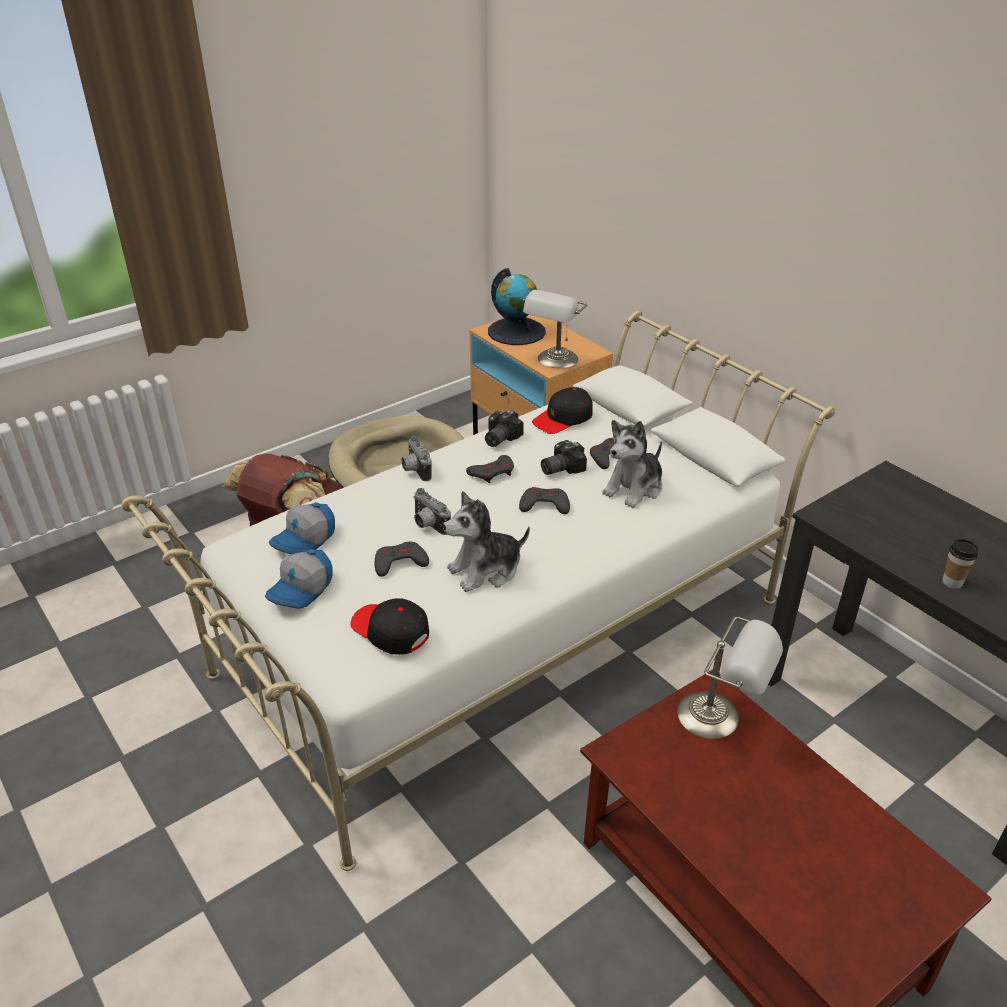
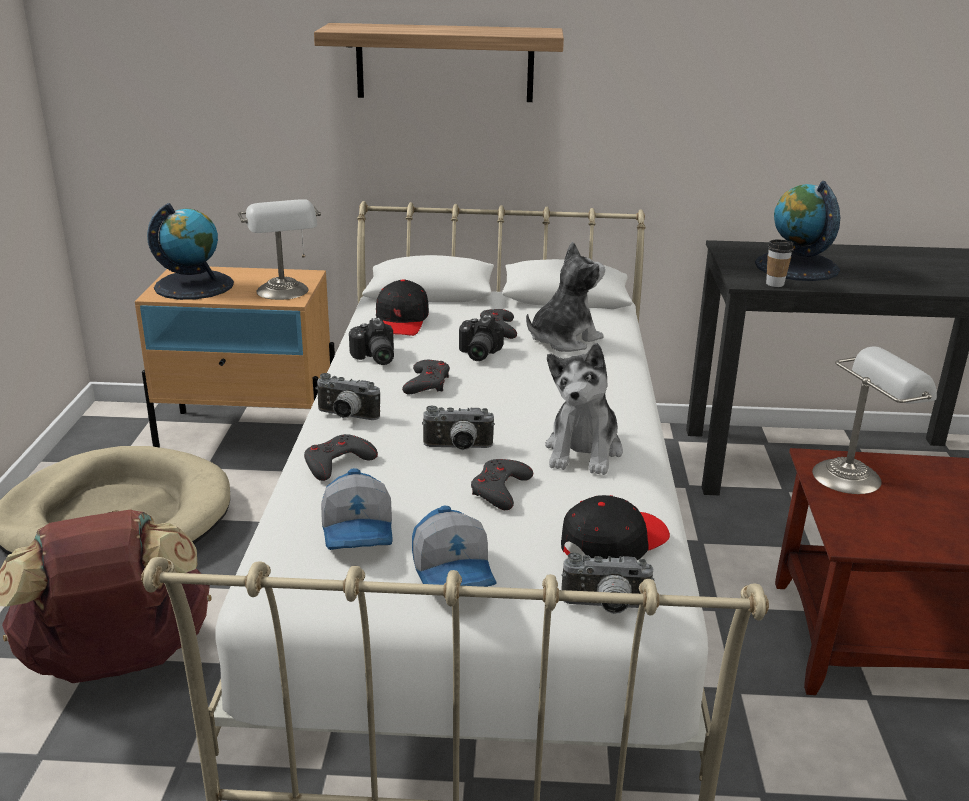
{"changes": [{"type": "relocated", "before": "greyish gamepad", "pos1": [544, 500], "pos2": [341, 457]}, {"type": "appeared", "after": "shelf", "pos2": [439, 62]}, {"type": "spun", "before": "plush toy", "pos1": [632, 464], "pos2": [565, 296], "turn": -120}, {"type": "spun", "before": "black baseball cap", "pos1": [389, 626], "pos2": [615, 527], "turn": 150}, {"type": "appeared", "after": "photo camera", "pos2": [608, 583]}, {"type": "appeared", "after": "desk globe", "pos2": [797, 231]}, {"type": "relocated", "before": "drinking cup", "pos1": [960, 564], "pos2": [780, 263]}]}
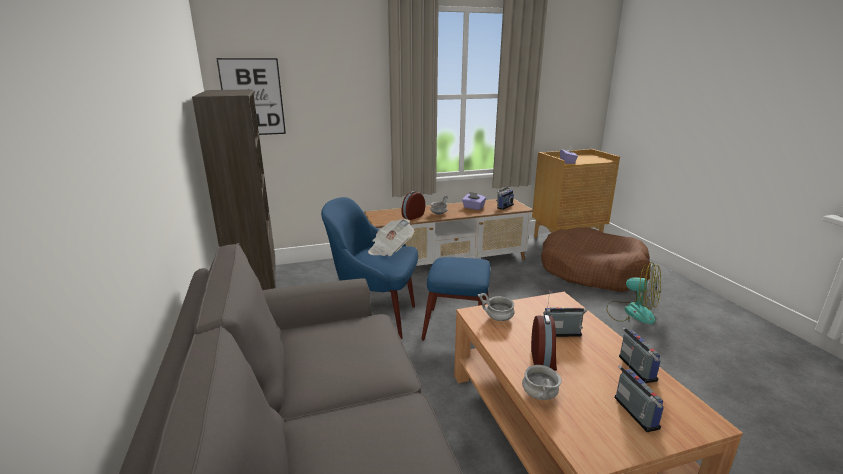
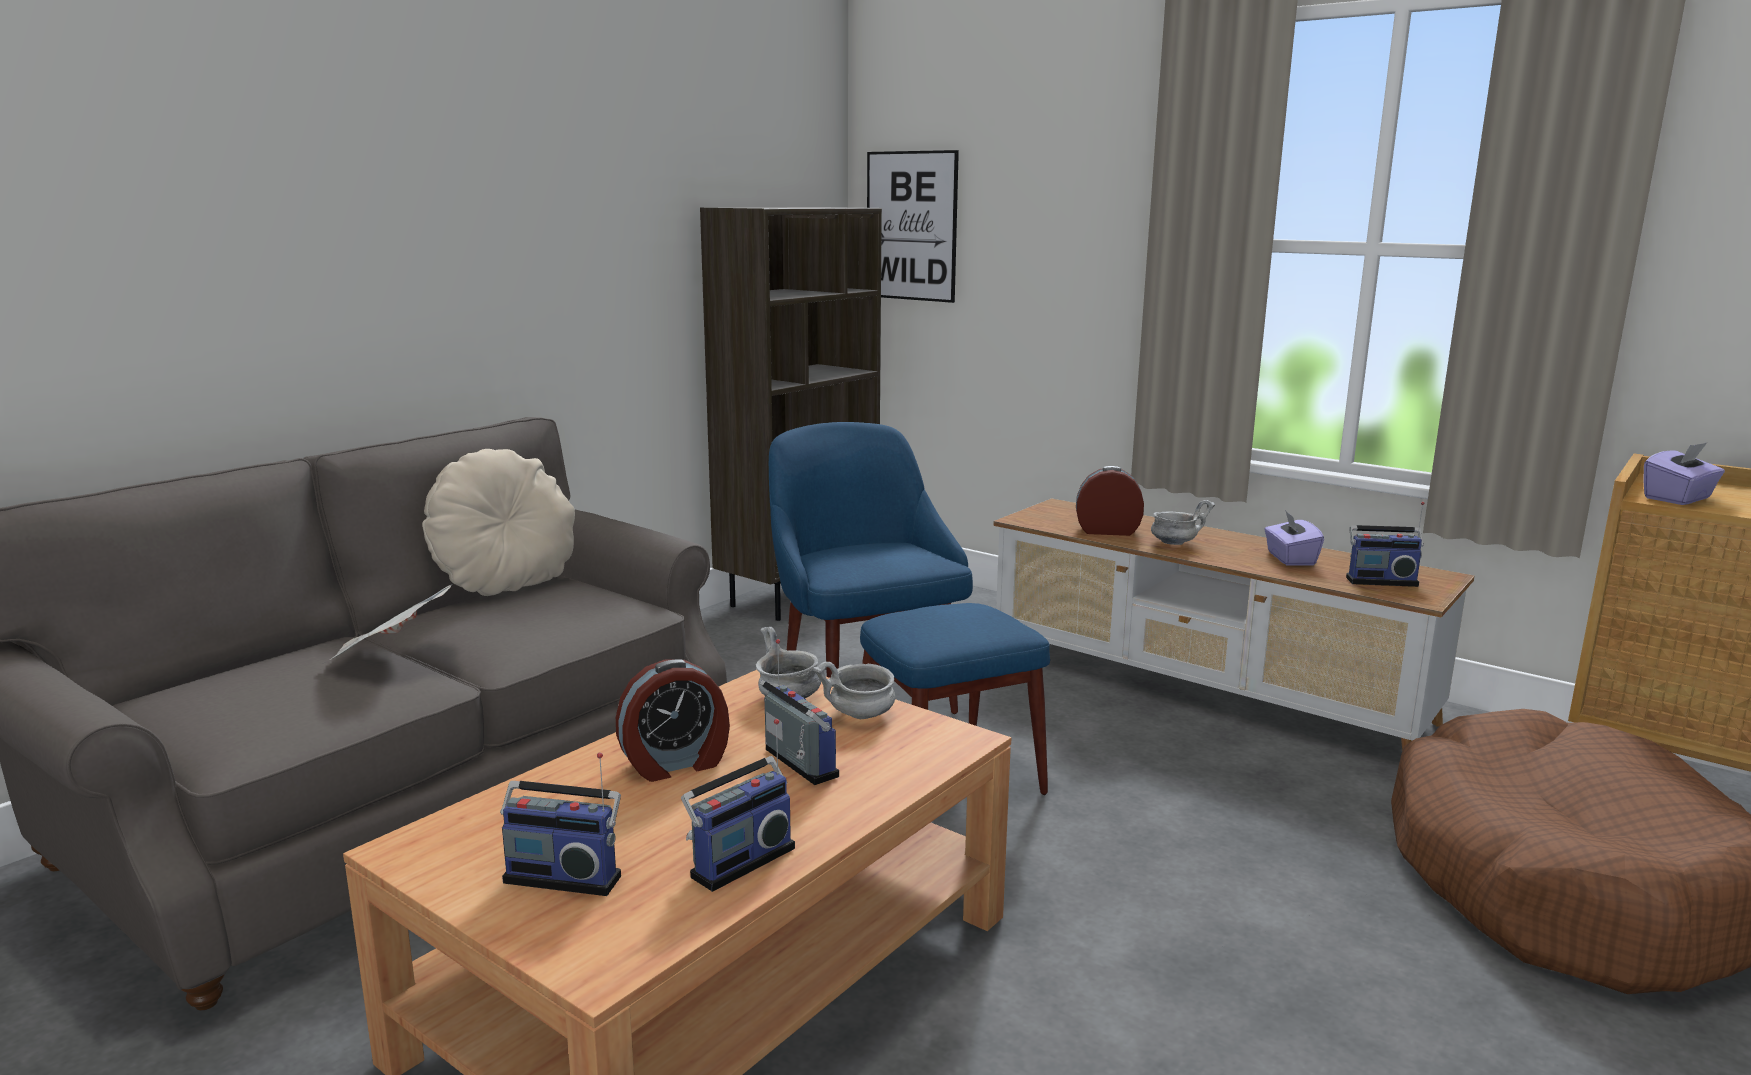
{"changes": [{"type": "relocated", "before": "printed paper", "pos1": [391, 237], "pos2": [387, 624]}, {"type": "appeared", "after": "beige cushion", "pos2": [498, 522]}, {"type": "spun", "before": "radio", "pos1": [639, 389], "pos2": [560, 824], "turn": 60}, {"type": "relocated", "before": "greyish deep dish", "pos1": [542, 382], "pos2": [853, 690]}, {"type": "missing", "before": "electric fan", "pos1": [633, 293]}]}
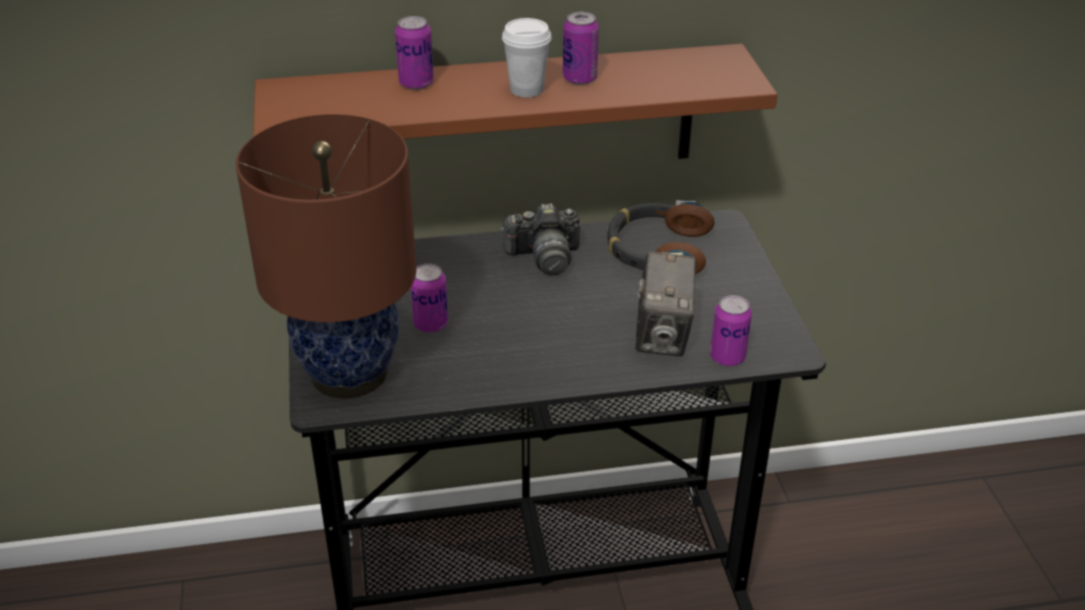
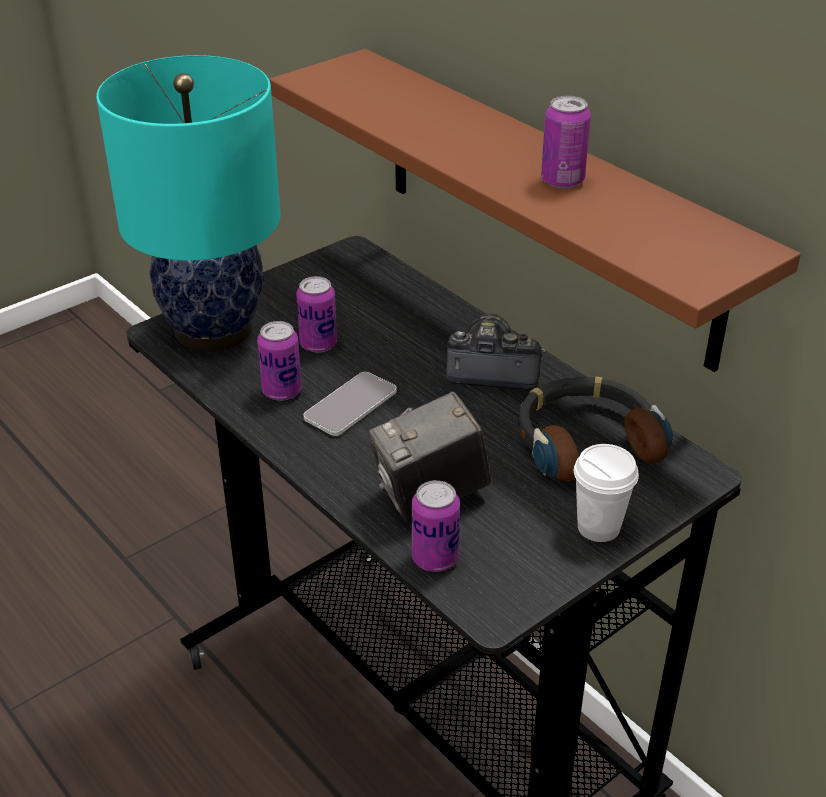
{"changes": [{"type": "colour", "before": "brown tabletop lamp", "after": "turquoise-coloured tabletop lamp", "pos1": [326, 256], "pos2": [188, 203]}, {"type": "relocated", "before": "can", "pos1": [414, 53], "pos2": [279, 361]}, {"type": "appeared", "after": "handset", "pos2": [350, 404]}, {"type": "spun", "before": "photo camera", "pos1": [540, 239], "pos2": [495, 351], "turn": 135}, {"type": "relocated", "before": "white drinking cup", "pos1": [527, 58], "pos2": [606, 493]}]}
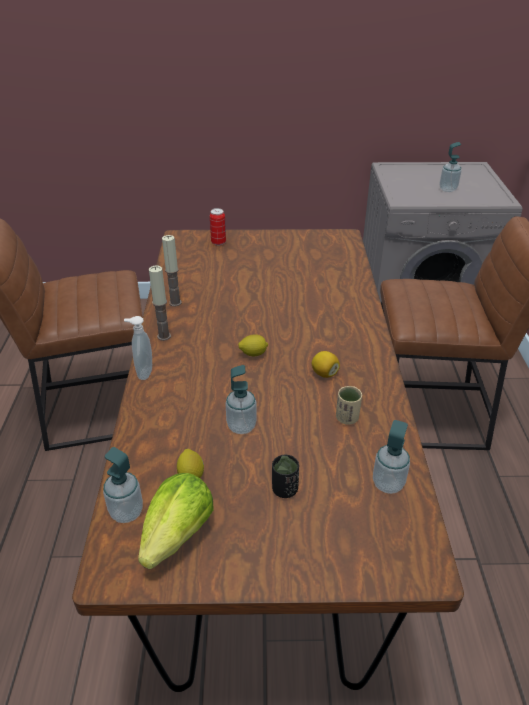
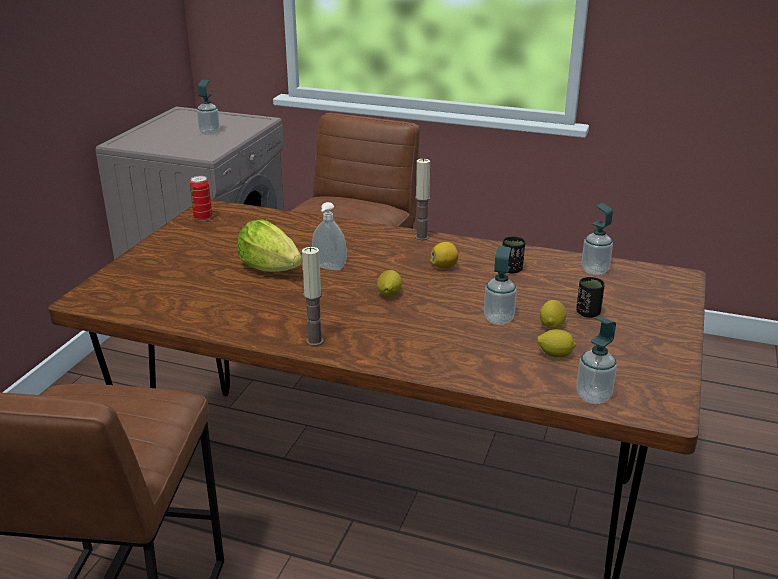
{"changes": [{"type": "relocated", "before": "can", "pos1": [218, 227], "pos2": [201, 198]}, {"type": "relocated", "before": "lettuce head", "pos1": [176, 521], "pos2": [269, 245]}, {"type": "relocated", "before": "soap bottle", "pos1": [138, 348], "pos2": [329, 236]}, {"type": "relocated", "before": "wax light", "pos1": [172, 270], "pos2": [422, 199]}, {"type": "colour", "before": "beige drinking cup", "after": "black drinking cup", "pos1": [349, 405], "pos2": [513, 255]}, {"type": "appeared", "after": "citrus fruit", "pos2": [553, 314]}]}
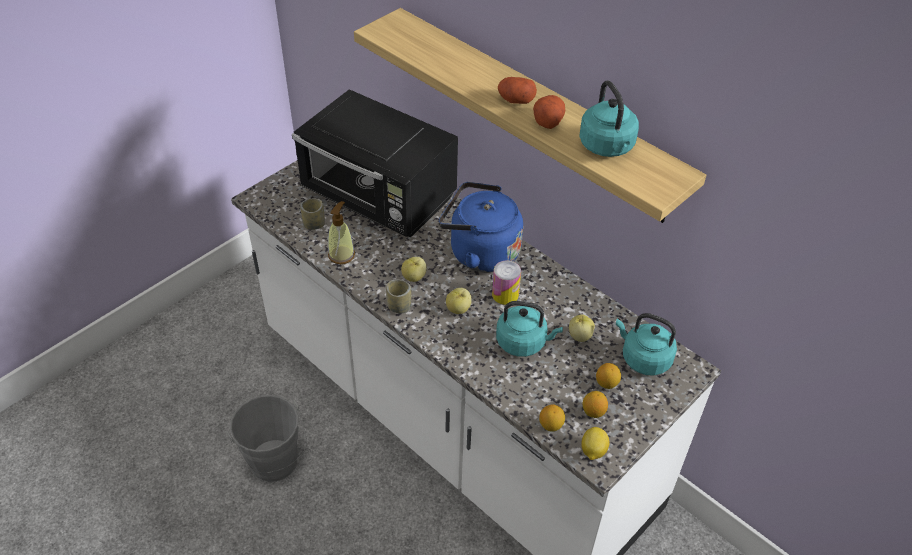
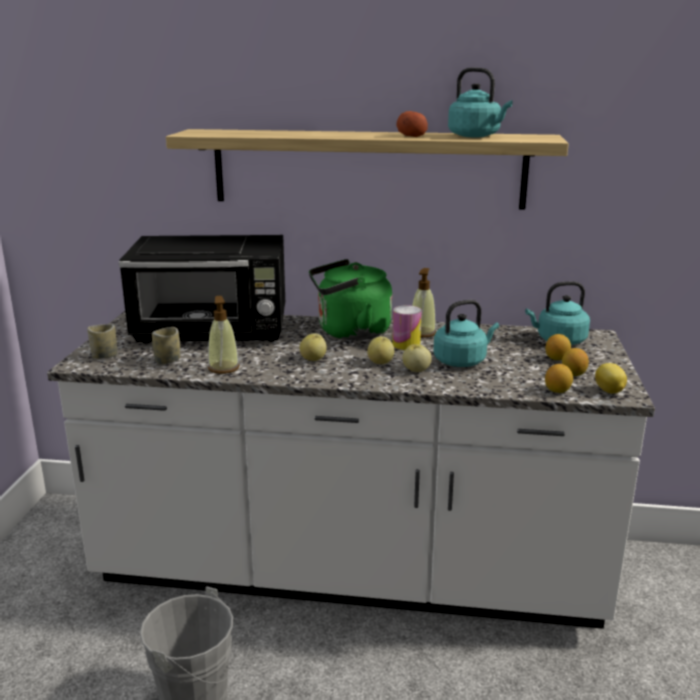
{"changes": [{"type": "relocated", "before": "drinking cup", "pos1": [398, 296], "pos2": [102, 341]}, {"type": "colour", "before": "blue tea kettle", "after": "greenish tea kettle", "pos1": [481, 227], "pos2": [350, 299]}, {"type": "relocated", "before": "apple", "pos1": [582, 328], "pos2": [417, 358]}, {"type": "appeared", "after": "soap bottle", "pos2": [424, 303]}, {"type": "missing", "before": "whole potato", "pos1": [517, 90]}]}
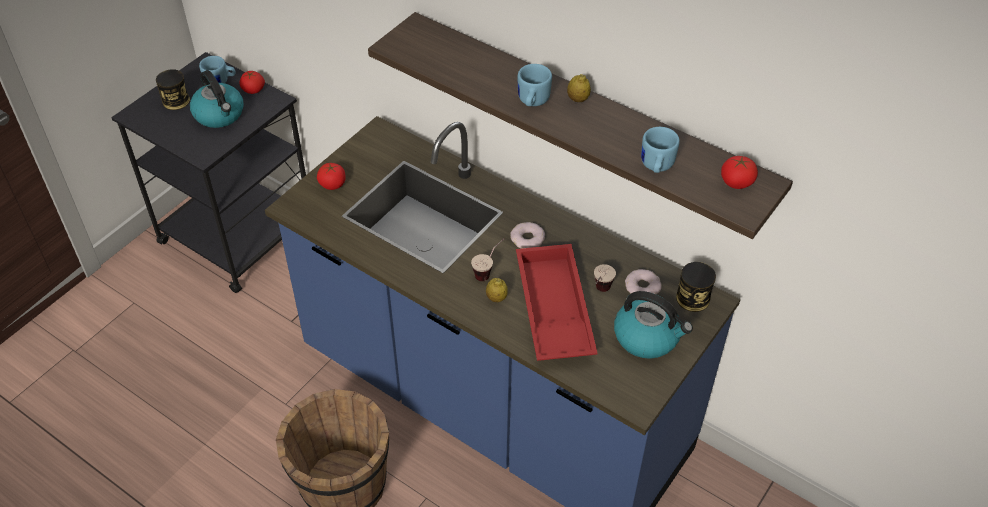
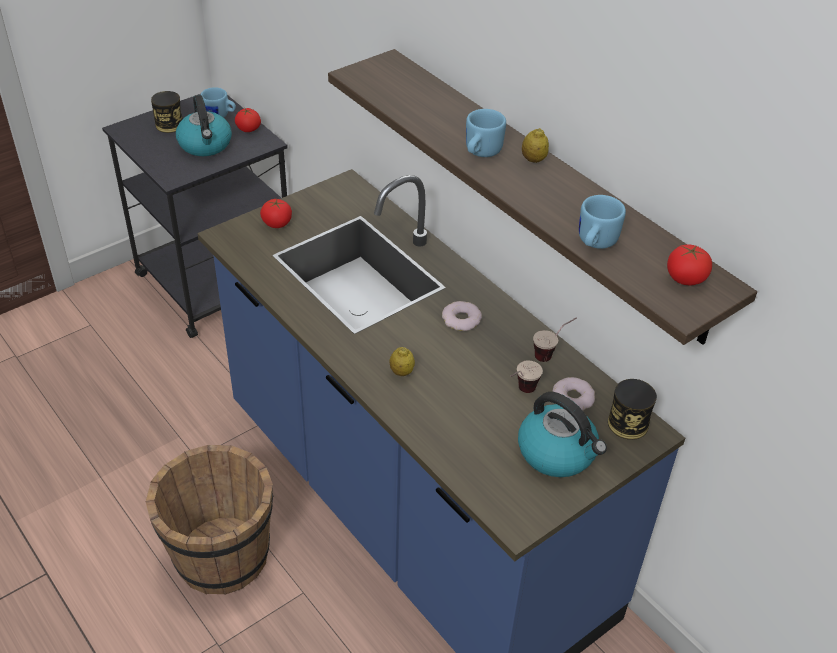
{"changes": [{"type": "relocated", "before": "drinking cup", "pos1": [487, 259], "pos2": [555, 339]}, {"type": "missing", "before": "red-coloured tray", "pos1": [557, 302]}]}
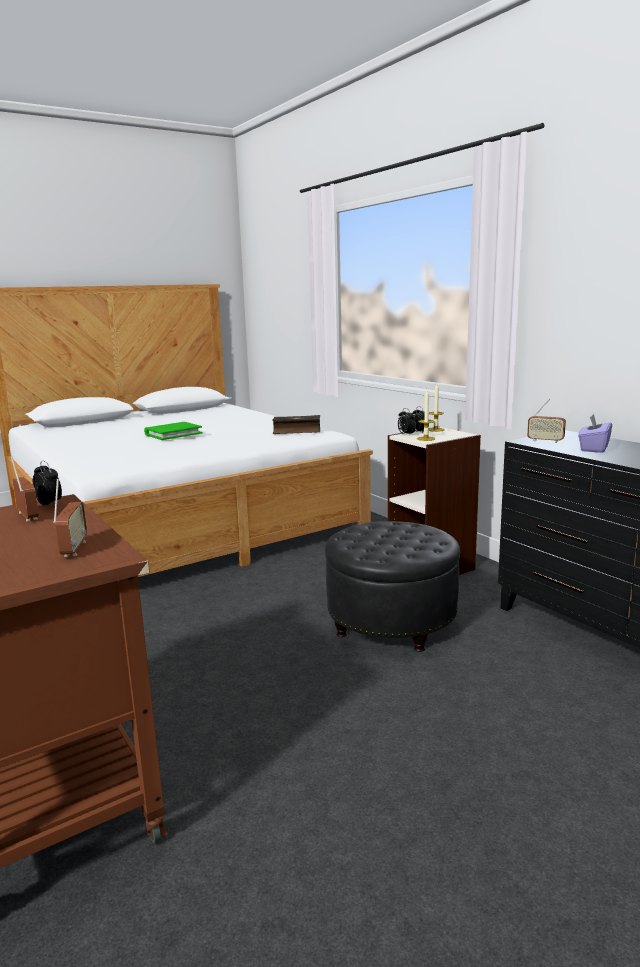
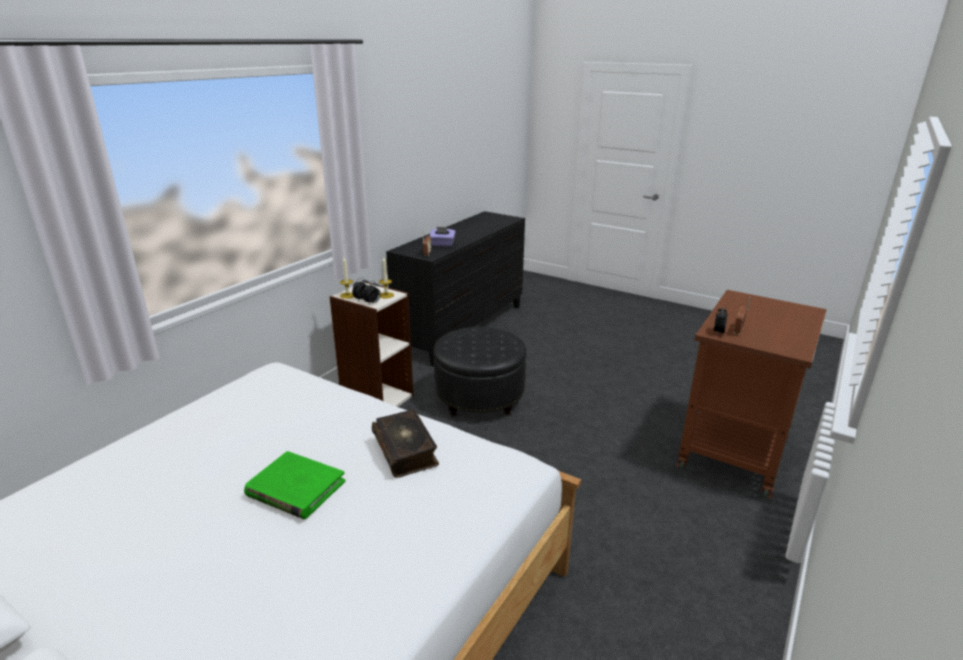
{"changes": [{"type": "relocated", "before": "book", "pos1": [296, 424], "pos2": [405, 443]}, {"type": "missing", "before": "radio", "pos1": [70, 518]}]}
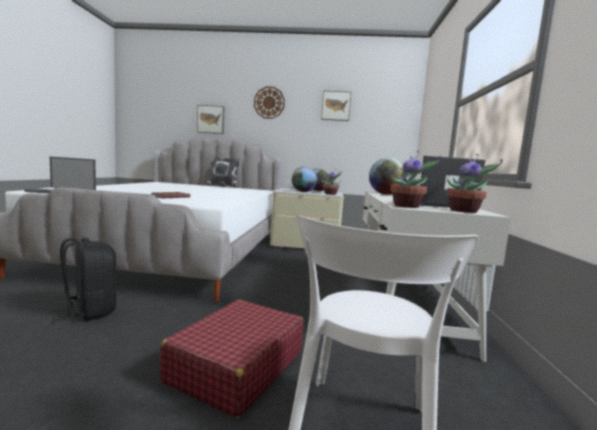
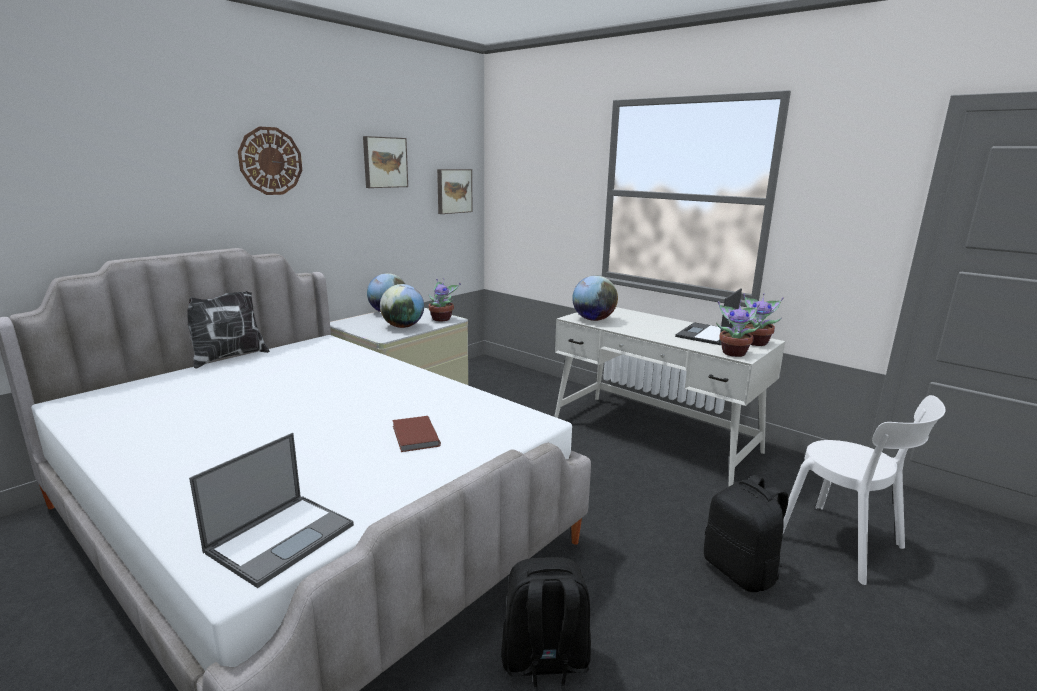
{"changes": [{"type": "relocated", "before": "picture", "pos1": [211, 119], "pos2": [454, 191]}, {"type": "exchanged", "before": "red-coloured travel case", "after": "black rucksack", "pos1": [232, 358], "pos2": [746, 533]}]}
